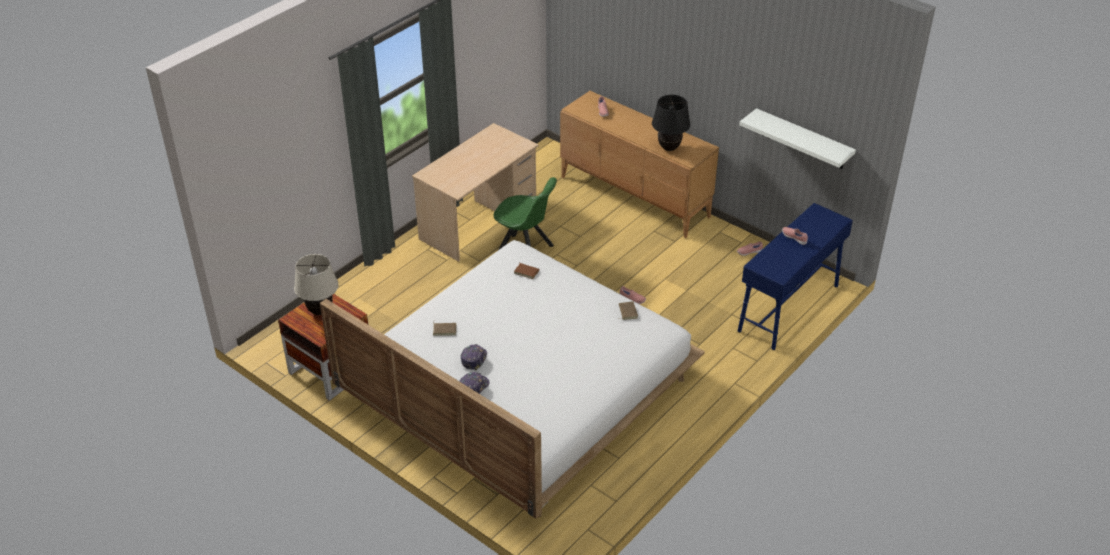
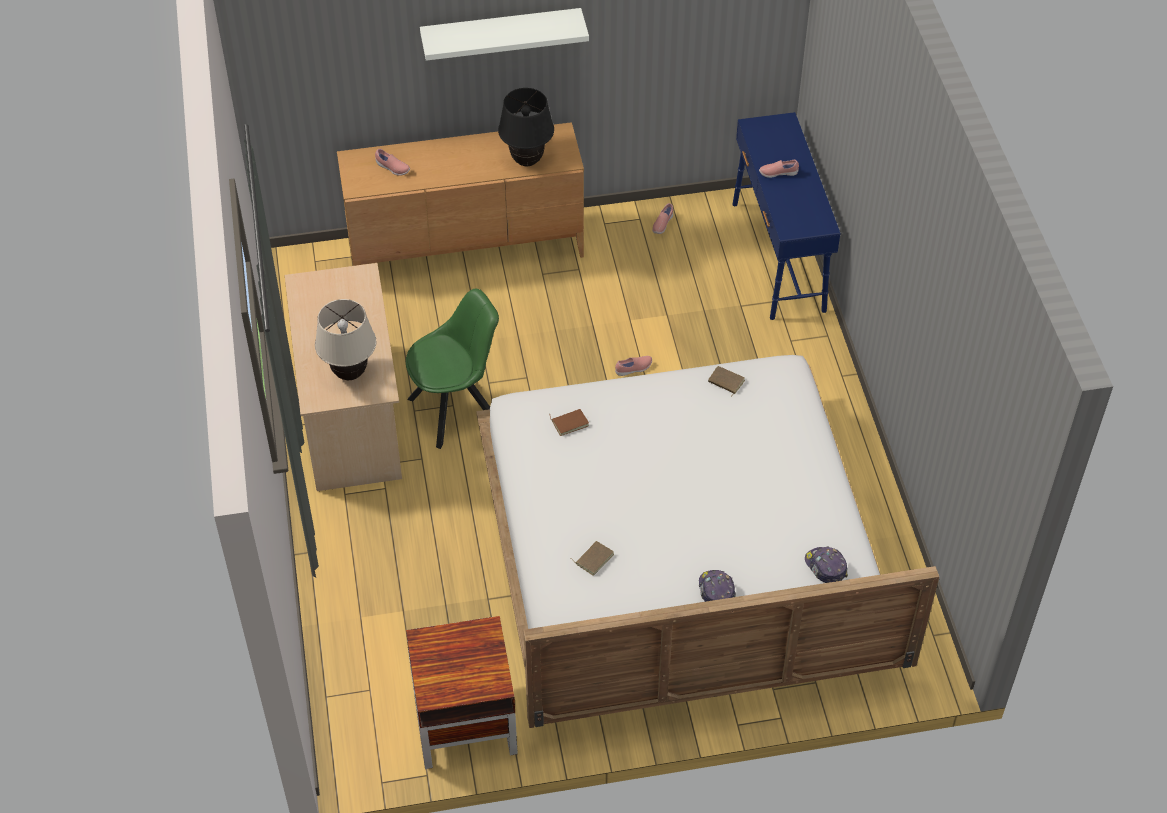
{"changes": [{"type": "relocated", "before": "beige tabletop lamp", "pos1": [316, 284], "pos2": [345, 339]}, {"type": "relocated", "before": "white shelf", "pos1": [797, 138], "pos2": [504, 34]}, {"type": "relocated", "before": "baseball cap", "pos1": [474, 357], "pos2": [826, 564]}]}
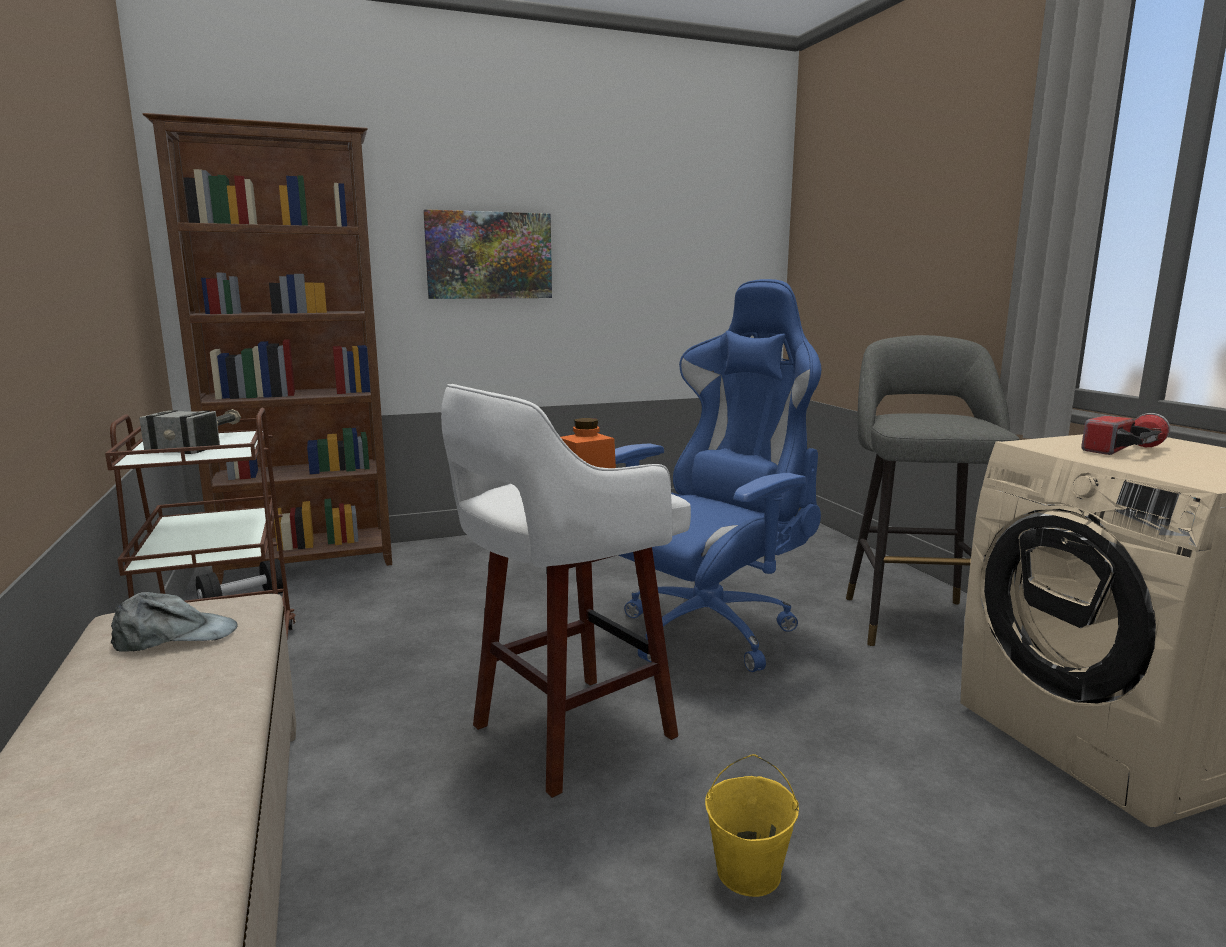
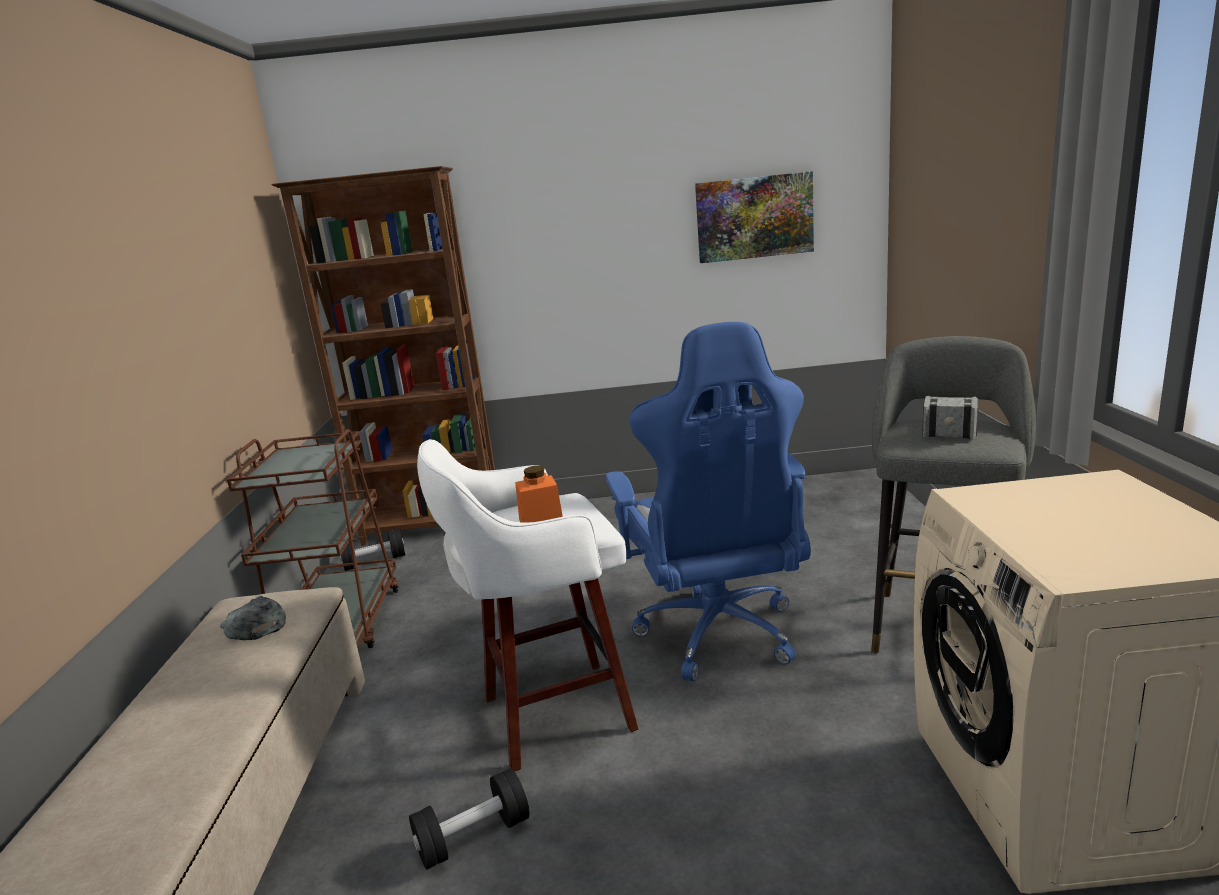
{"changes": [{"type": "spun", "before": "greyish baseball cap", "pos1": [174, 622], "pos2": [253, 618], "turn": -135}, {"type": "appeared", "after": "black dumbbell", "pos2": [469, 819]}, {"type": "spun", "before": "blue computer chair", "pos1": [718, 475], "pos2": [708, 501], "turn": 105}, {"type": "relocated", "before": "picture", "pos1": [487, 254], "pos2": [754, 217]}, {"type": "relocated", "before": "tool hammer", "pos1": [190, 431], "pos2": [950, 417]}, {"type": "missing", "before": "yellowish bucket", "pos1": [752, 825]}, {"type": "missing", "before": "torch", "pos1": [1125, 434]}]}
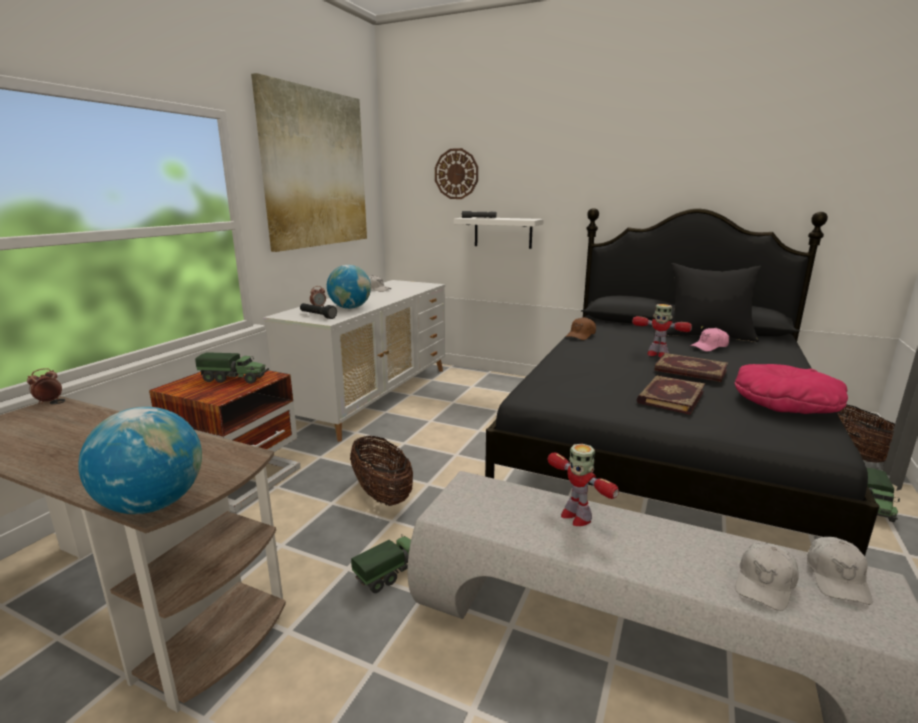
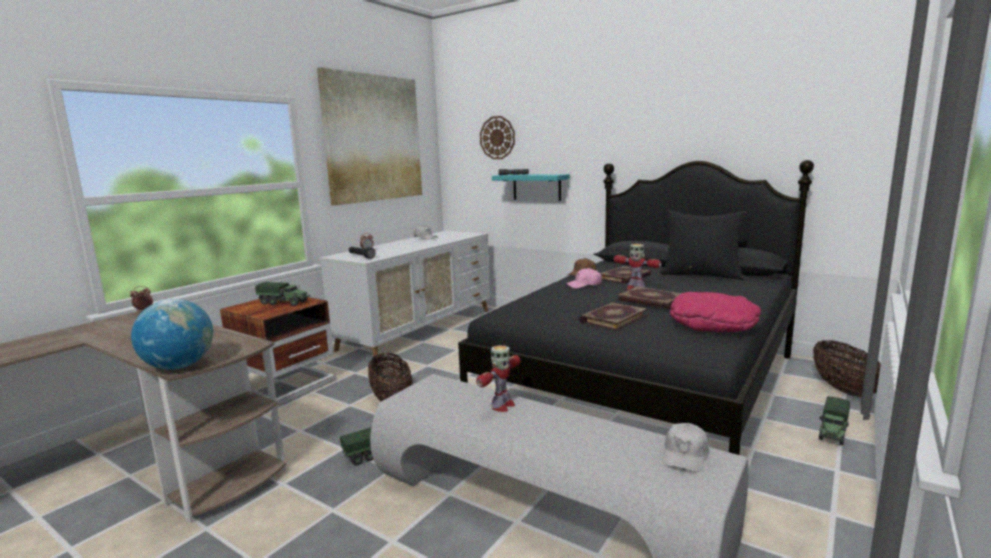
{"changes": [{"type": "spun", "before": "model robot", "pos1": [583, 485], "pos2": [498, 378], "turn": -120}, {"type": "colour", "before": "white shelf", "after": "turquoise-coloured shelf", "pos1": [499, 233], "pos2": [531, 187]}, {"type": "relocated", "before": "pinkish baseball cap", "pos1": [709, 339], "pos2": [584, 278]}, {"type": "appeared", "after": "book", "pos2": [625, 275]}, {"type": "missing", "before": "desk globe", "pos1": [349, 287]}, {"type": "missing", "before": "white baseball cap", "pos1": [767, 577]}]}
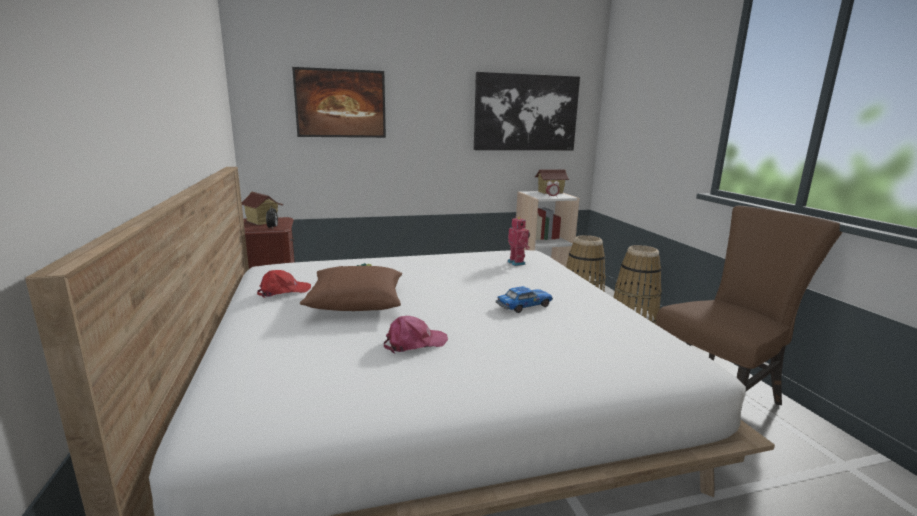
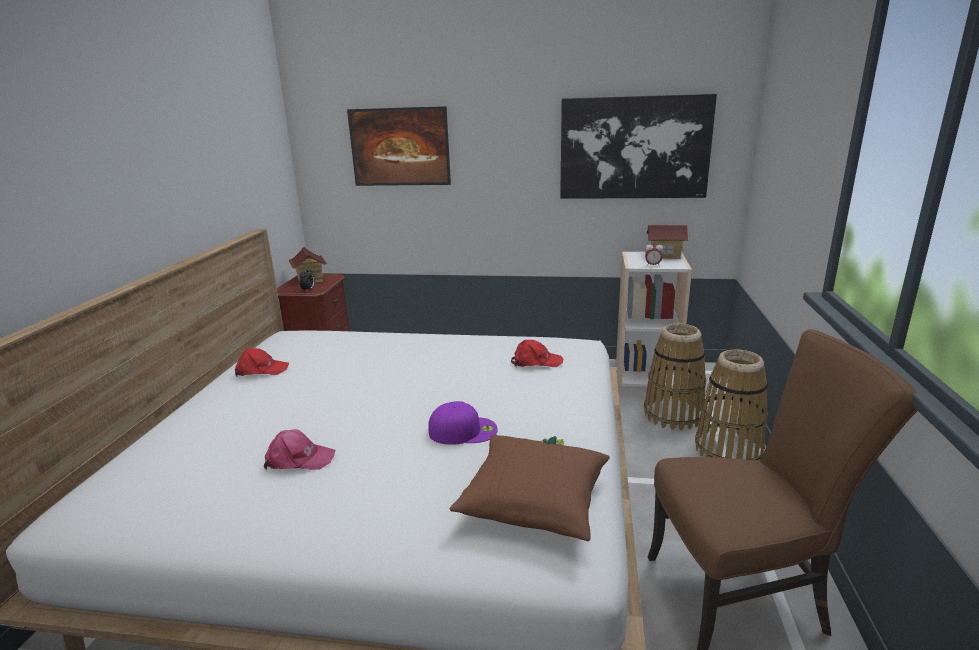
{"changes": [{"type": "exchanged", "before": "toy car", "after": "purple baseball cap", "pos1": [524, 299], "pos2": [463, 423]}, {"type": "relocated", "before": "brown cushion", "pos1": [351, 287], "pos2": [530, 487]}, {"type": "exchanged", "before": "model robot", "after": "red-coloured baseball cap", "pos1": [518, 241], "pos2": [537, 353]}]}
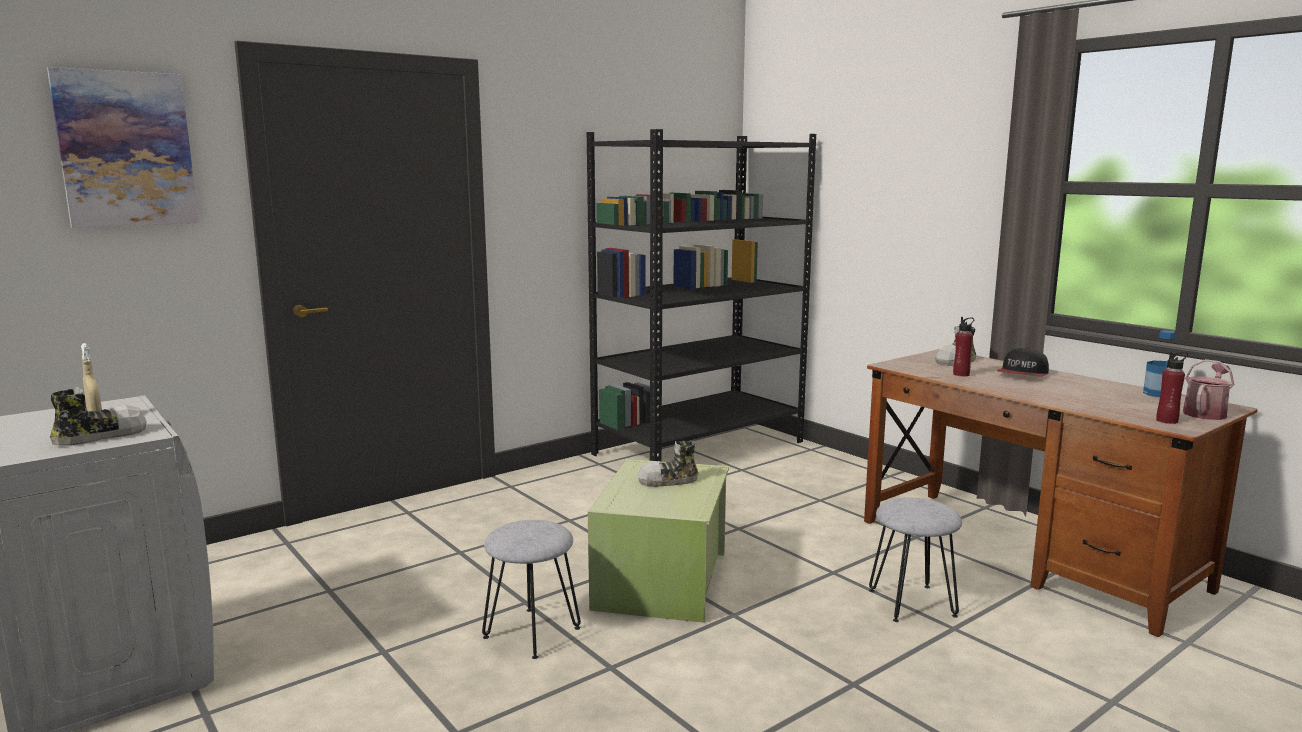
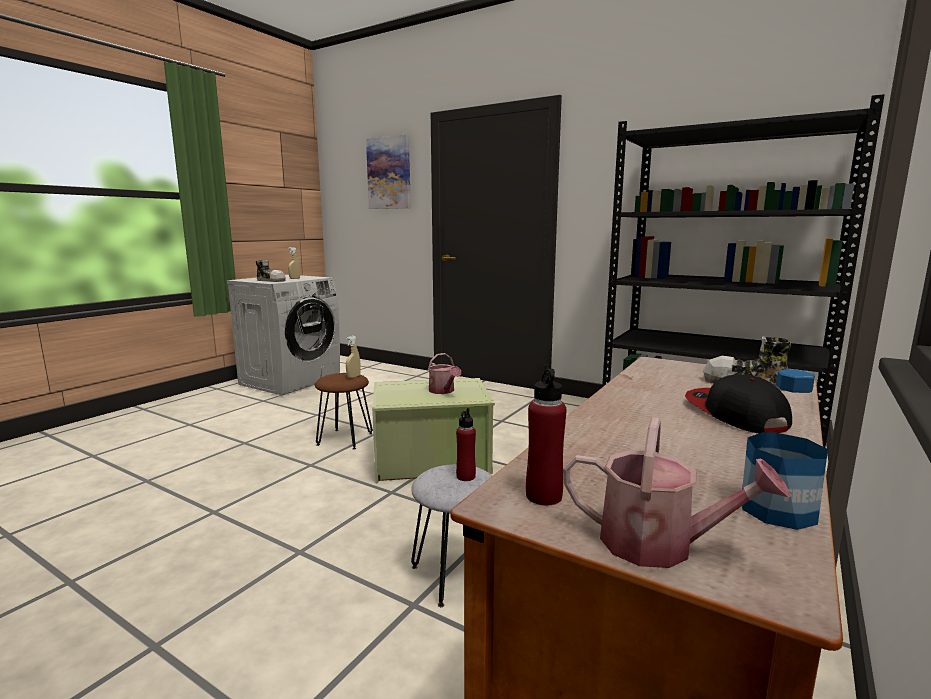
{"changes": [{"type": "colour", "before": "greyish stool seat", "after": "brown stool seat", "pos1": [531, 589], "pos2": [344, 411]}, {"type": "appeared", "after": "beige hand sprayer", "pos2": [353, 357]}, {"type": "exchanged", "before": "shoe", "after": "watering can", "pos1": [668, 464], "pos2": [444, 373]}, {"type": "relocated", "before": "red-coloured bottle", "pos1": [963, 346], "pos2": [466, 444]}, {"type": "spun", "before": "baseball cap", "pos1": [1023, 362], "pos2": [738, 403], "turn": 60}]}
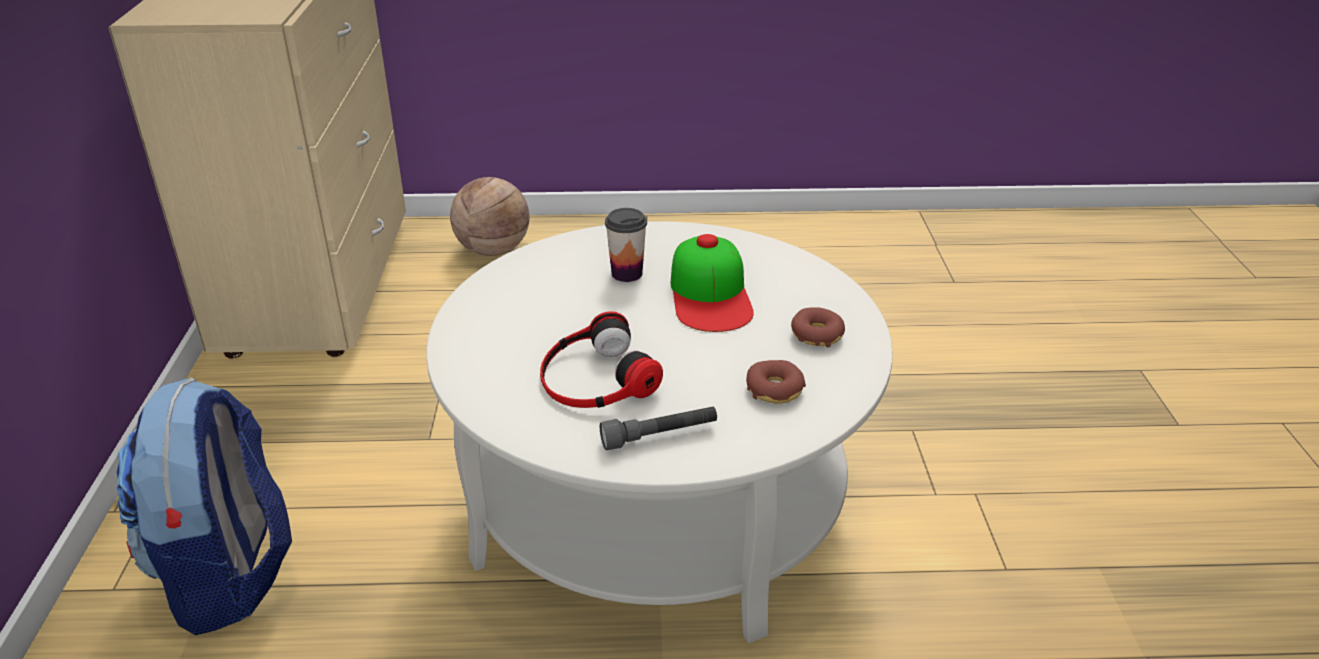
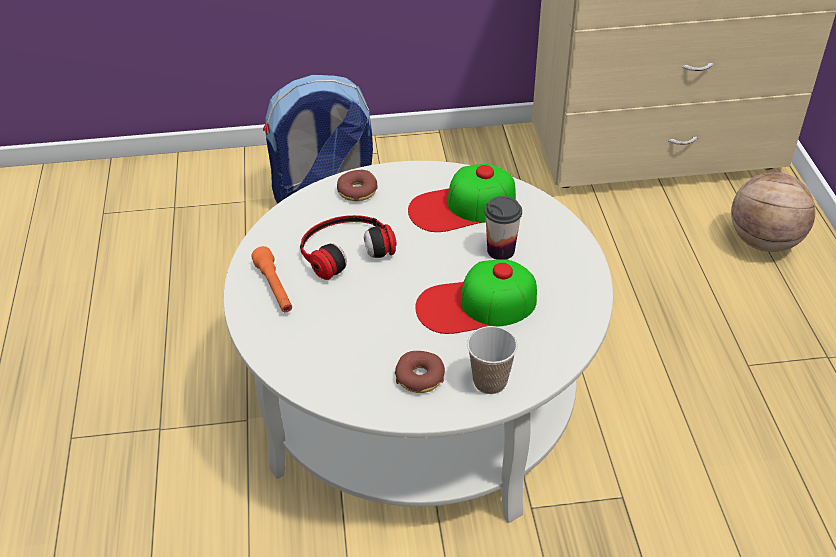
{"changes": [{"type": "colour", "before": "greyish torch", "after": "orangey torch", "pos1": [658, 428], "pos2": [271, 279]}, {"type": "relocated", "before": "doughnut", "pos1": [776, 382], "pos2": [357, 185]}, {"type": "appeared", "after": "baseball cap", "pos2": [462, 198]}, {"type": "appeared", "after": "drinking cup", "pos2": [492, 360]}]}
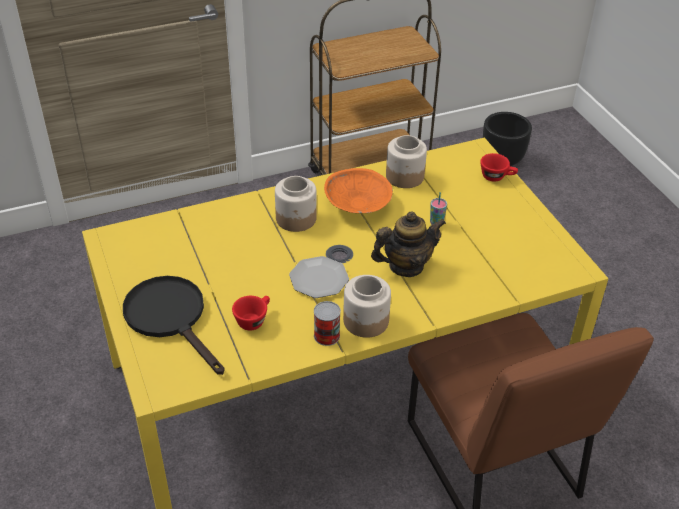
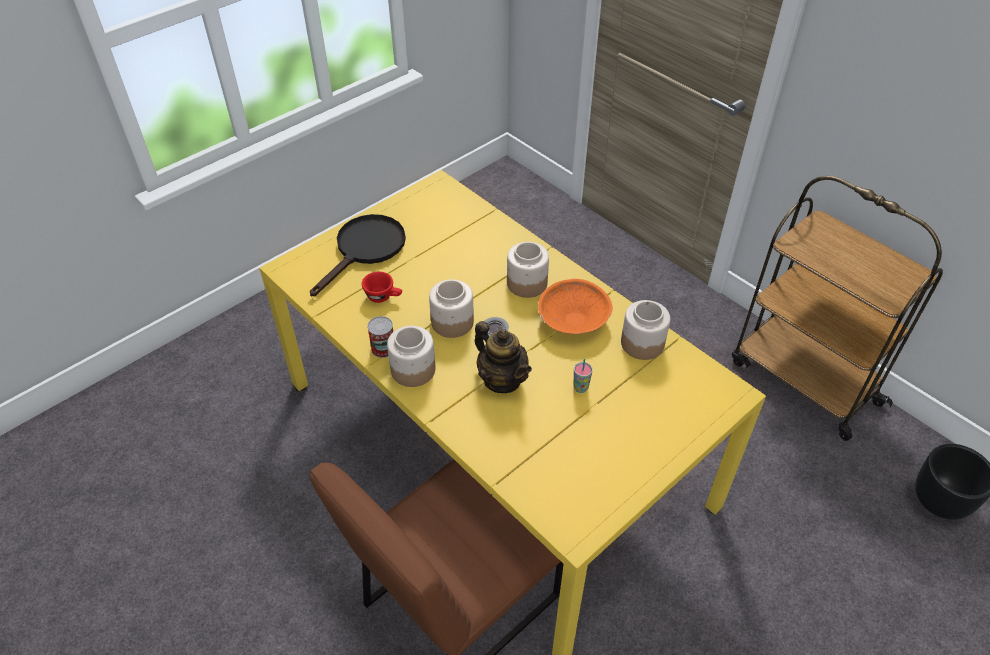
{"changes": [{"type": "exchanged", "before": "flat dish", "after": "storage jar", "pos1": [319, 277], "pos2": [451, 308]}, {"type": "missing", "before": "red-coloured drinking cup", "pos1": [499, 167]}]}
